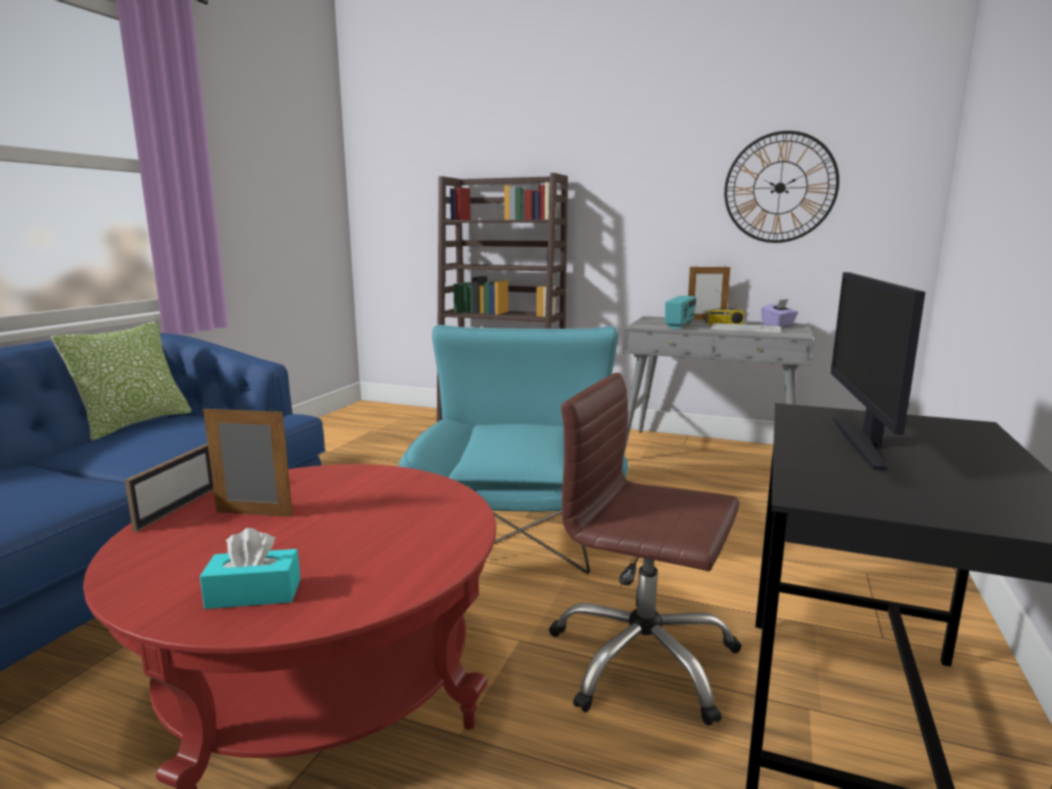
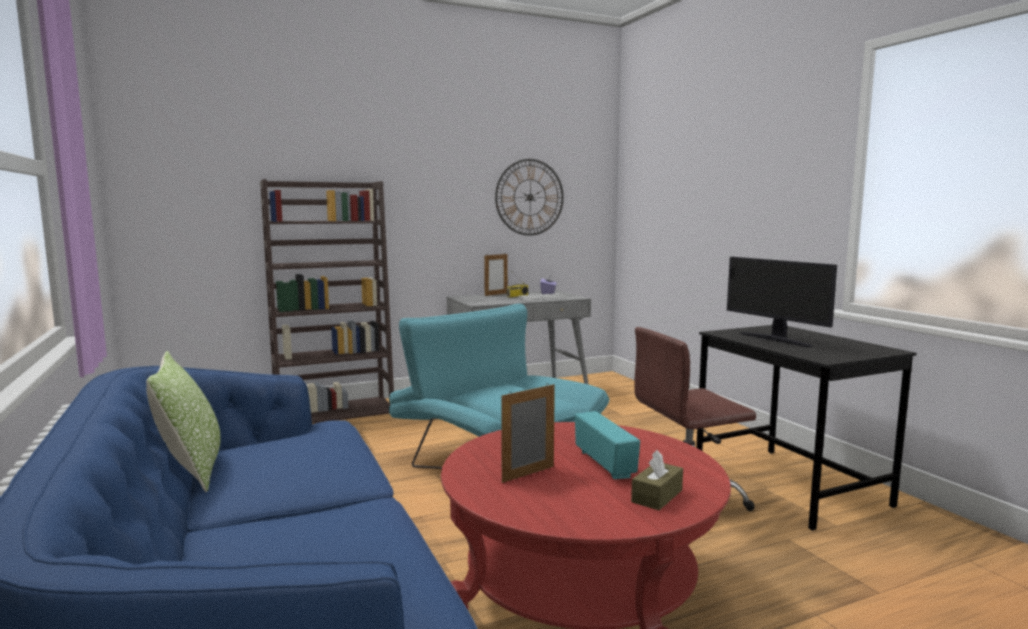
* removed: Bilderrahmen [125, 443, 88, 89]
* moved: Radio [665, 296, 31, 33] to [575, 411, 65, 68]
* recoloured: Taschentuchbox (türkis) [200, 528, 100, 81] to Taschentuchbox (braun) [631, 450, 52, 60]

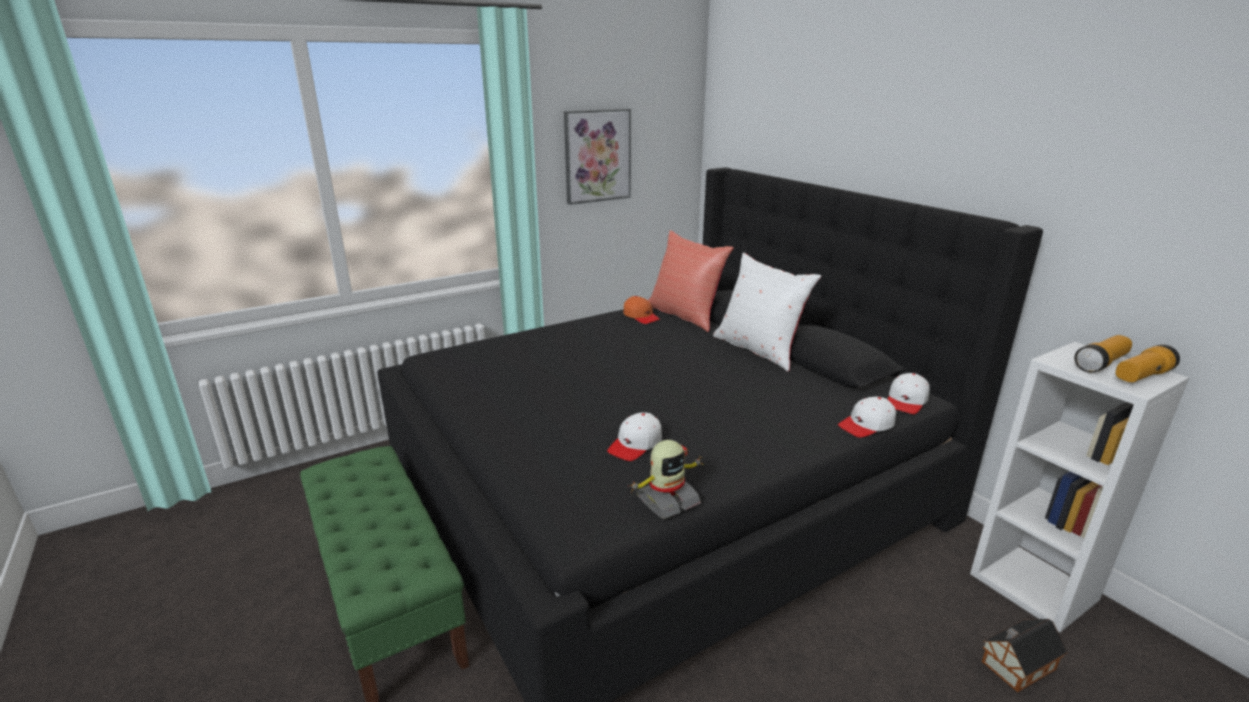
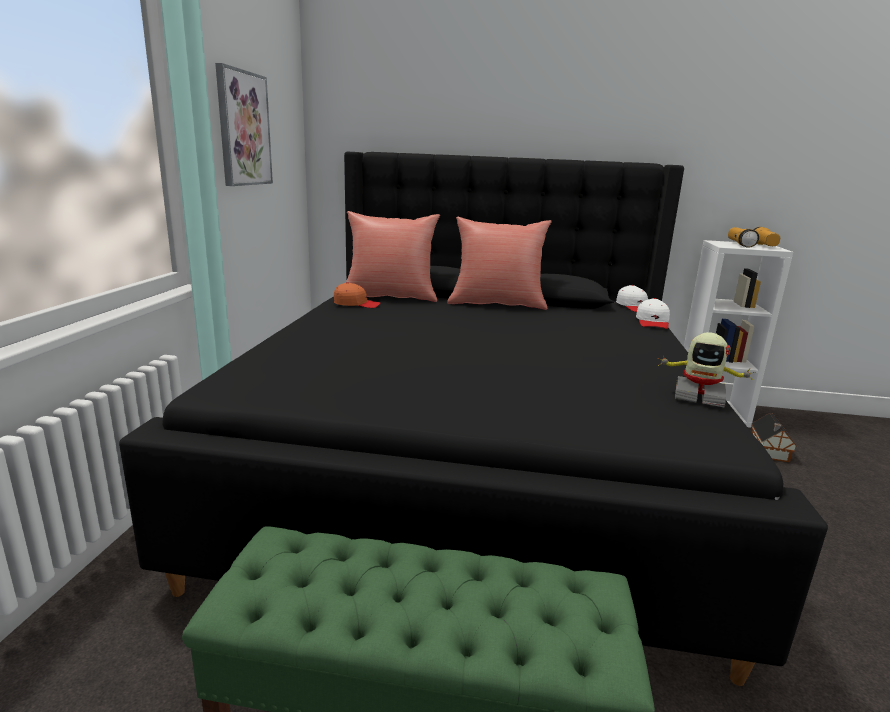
* removed: Kappe (weiß) [607, 412, 55, 49]
* recoloured: Kissen (weiß) [713, 253, 108, 119] to Kissen (rot) [447, 217, 105, 93]
* turned: Spielzeugroboter [628, 440, 76, 79] = [657, 332, 98, 76] 105 degrees clockwise

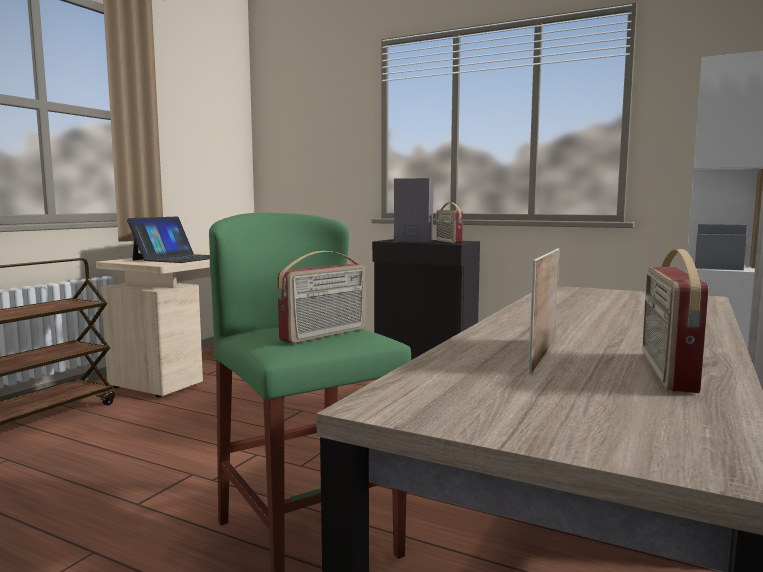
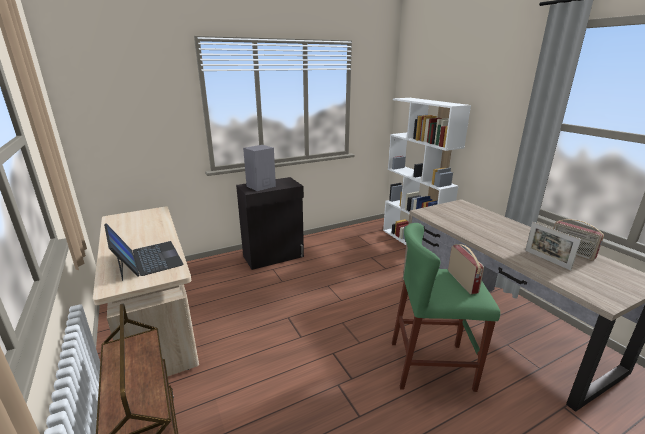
* removed: Radio [436, 202, 27, 42]

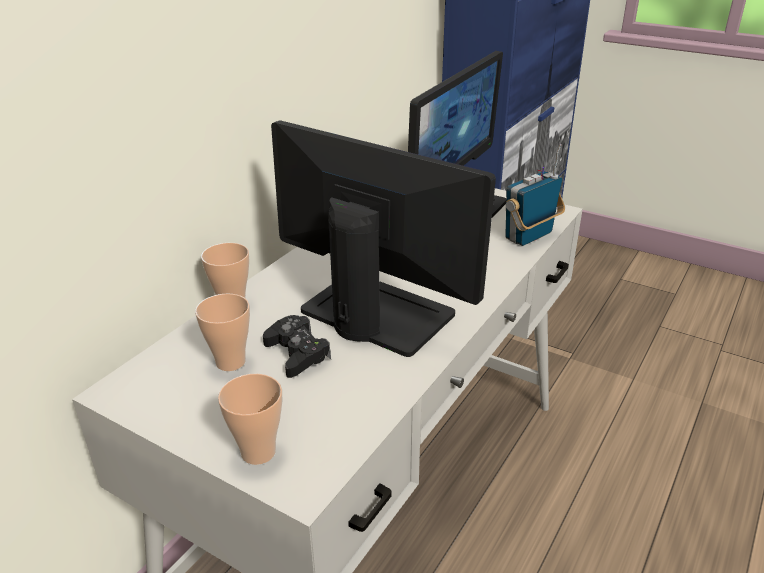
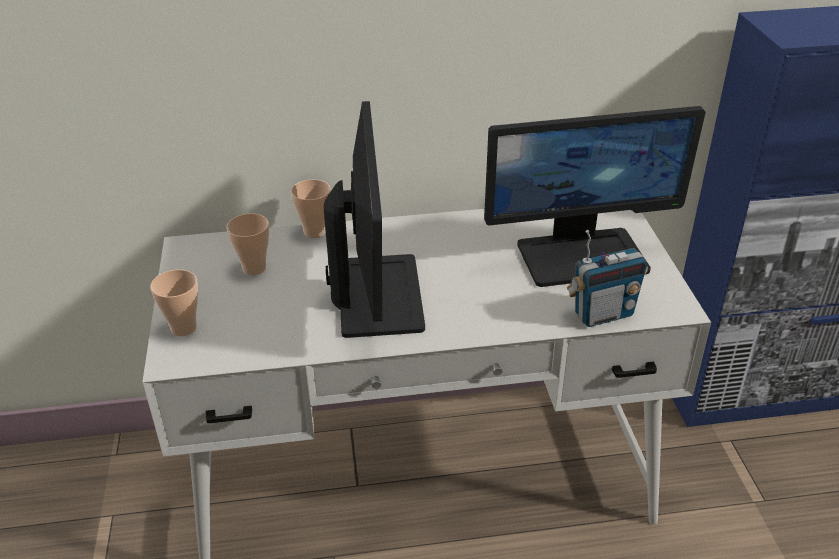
* removed: Gamepad (schwarz) [263, 315, 68, 63]
* turned: Radio [505, 144, 60, 102] = [567, 230, 81, 97] 150 degrees clockwise

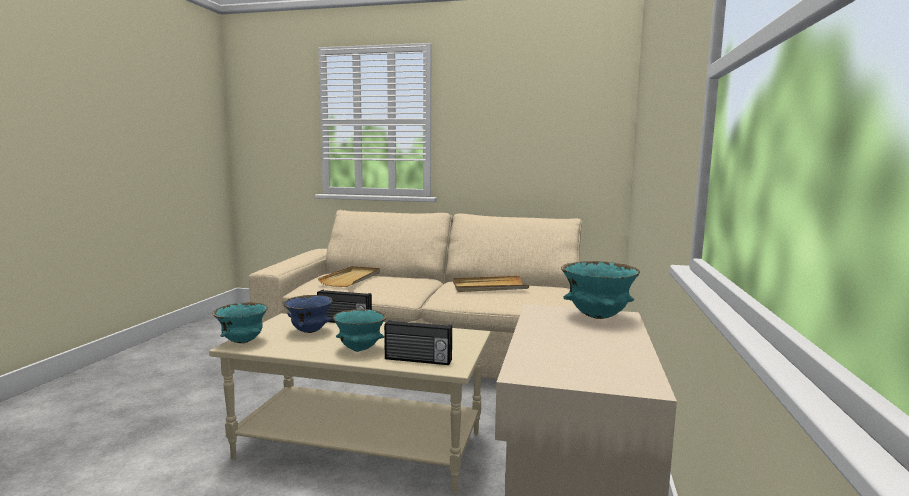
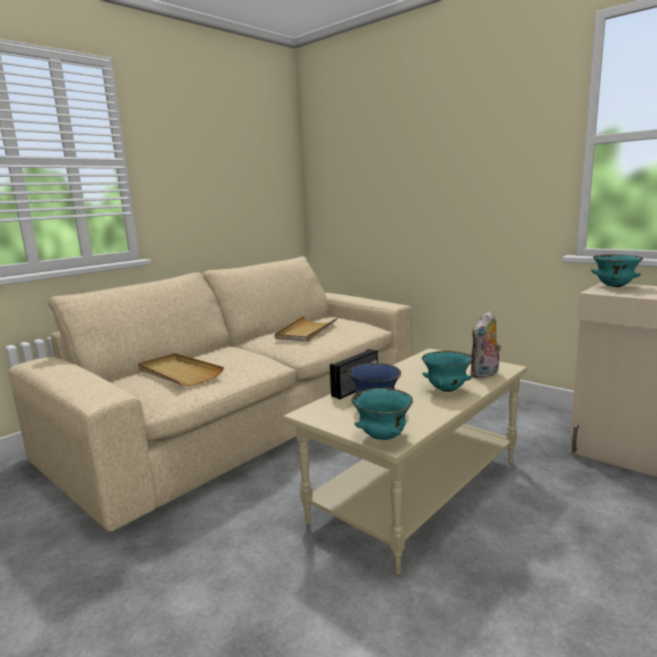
* replaced: Radio [384, 320, 68, 45] to Plüschtier [470, 311, 31, 67]

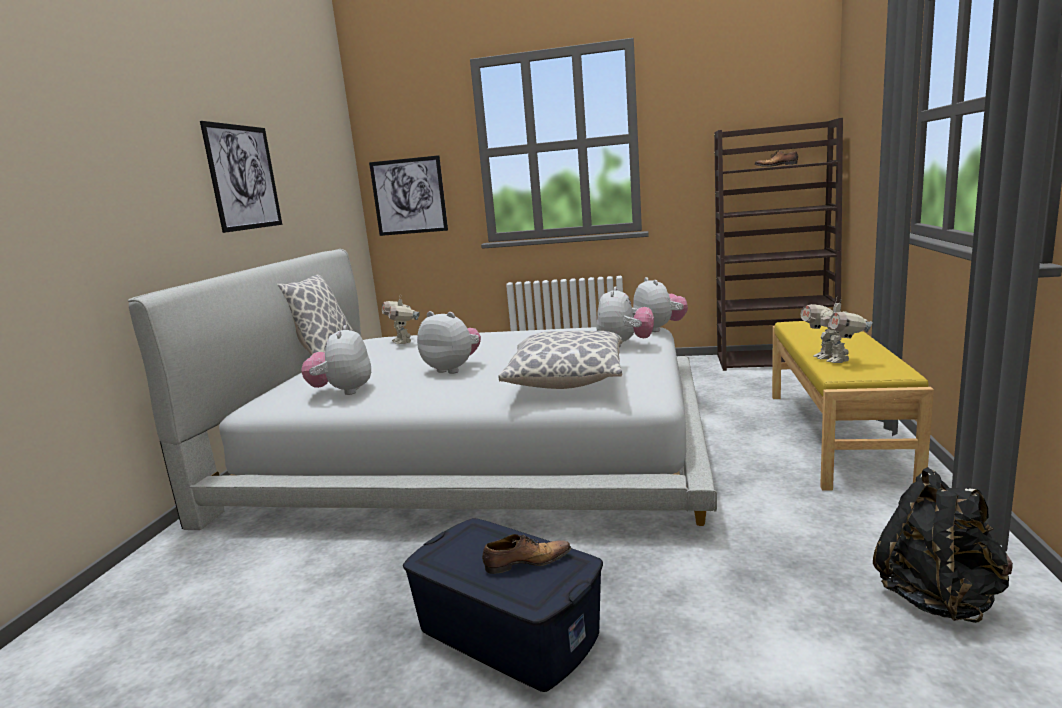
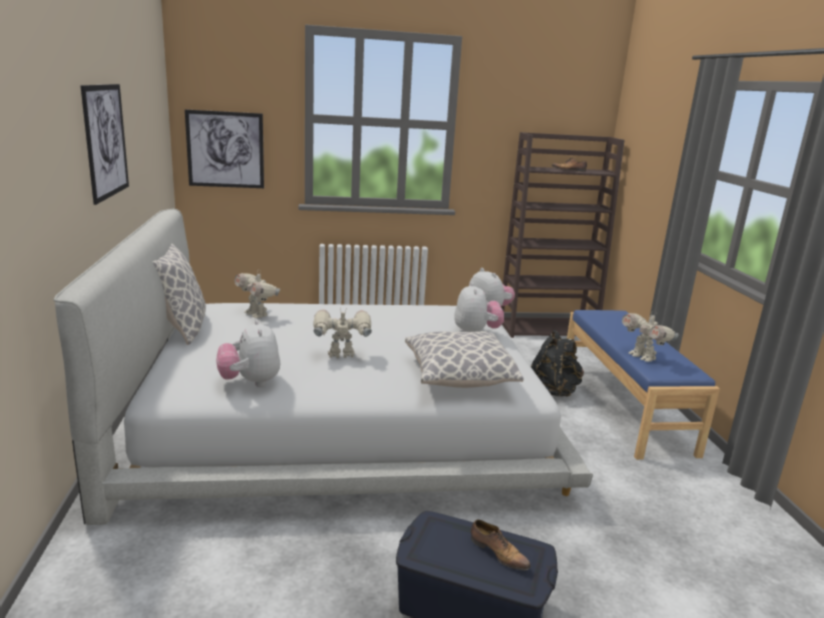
* moved: Rucksack (schwarz) [873, 467, 140, 156] to [531, 330, 53, 67]
* replaced: Plüschtier [417, 311, 64, 63] to Spielzeugroboter [313, 309, 59, 49]
* recoloured: Bank (gelb) [772, 321, 162, 169] to Bank (blau) [567, 310, 153, 150]
* turned: Schuh [482, 534, 89, 40] = [471, 519, 60, 52] 75 degrees clockwise

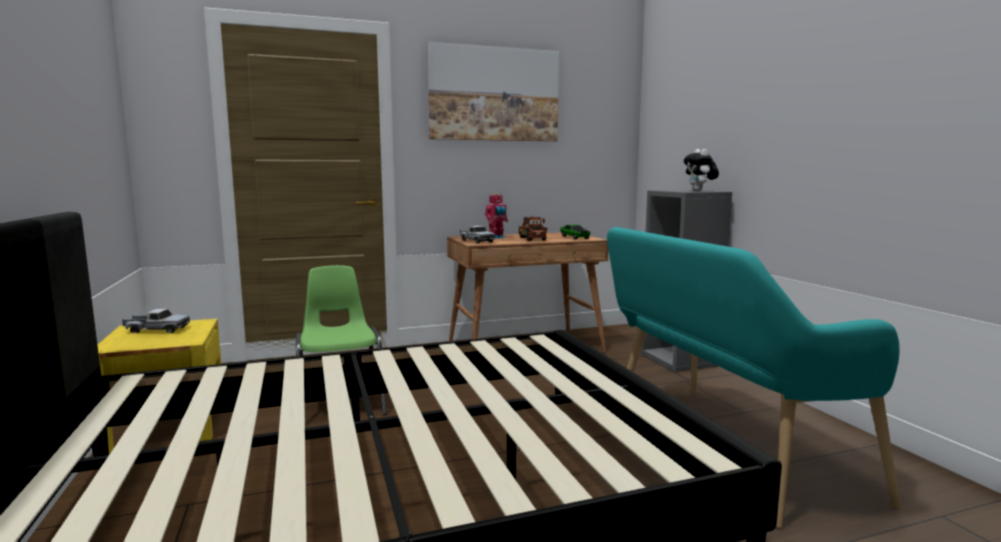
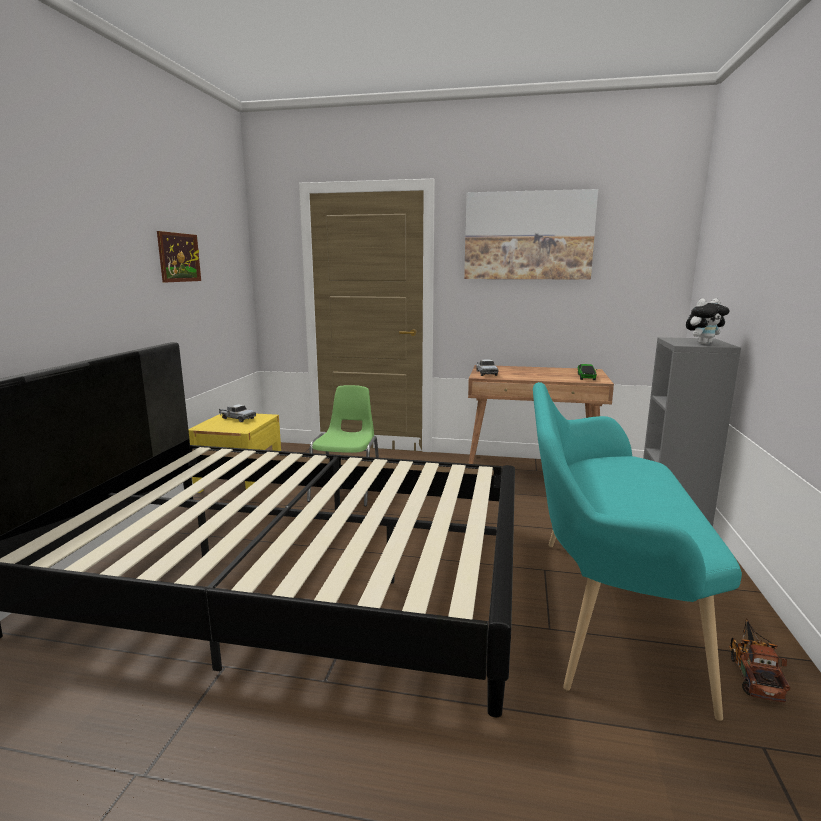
* removed: Spielzeugroboter [485, 193, 23, 46]
* added: Bild [157, 231, 44, 52]
* moved: Spielzeuglaster [519, 216, 28, 25] to [729, 619, 61, 83]
* turned: Plüschtier [684, 149, 35, 42] = [686, 298, 43, 47] 135 degrees counterclockwise

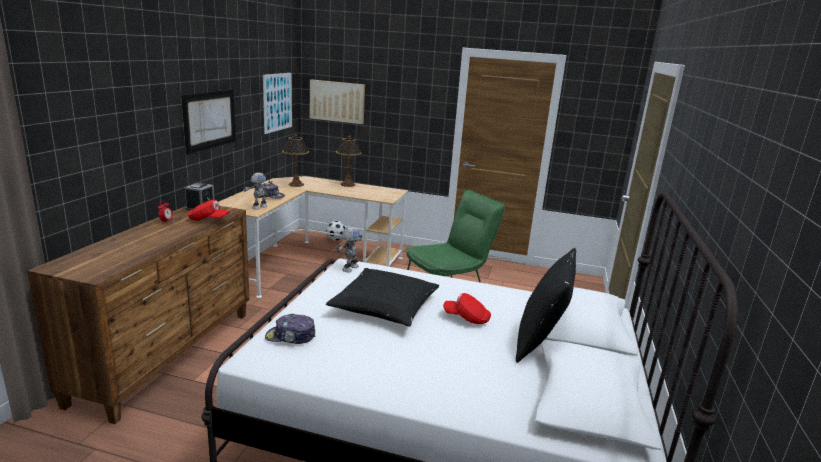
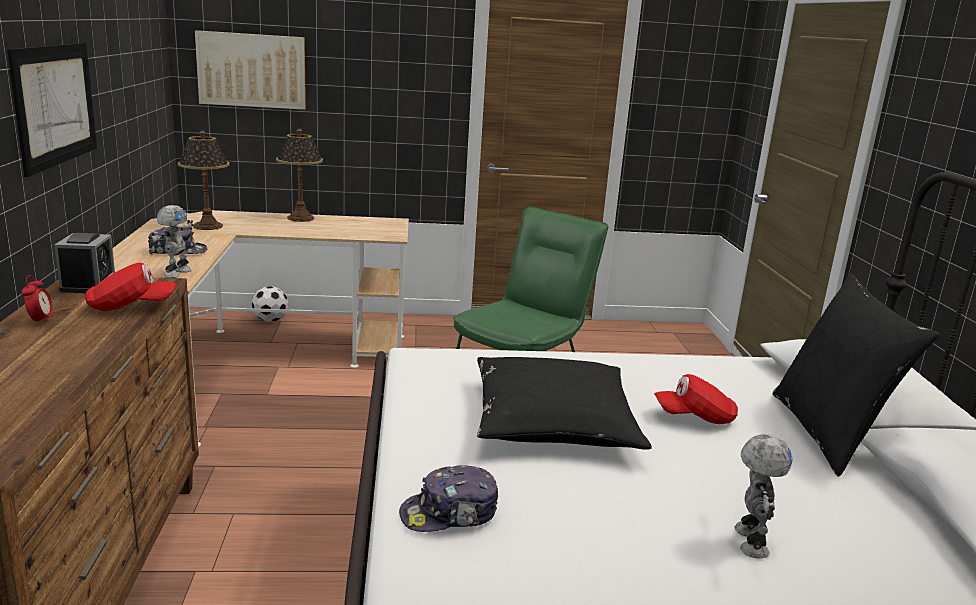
* removed: Bild [263, 73, 29, 61]
* moved: Spielzeugroboter [336, 227, 26, 45] to [734, 434, 59, 124]

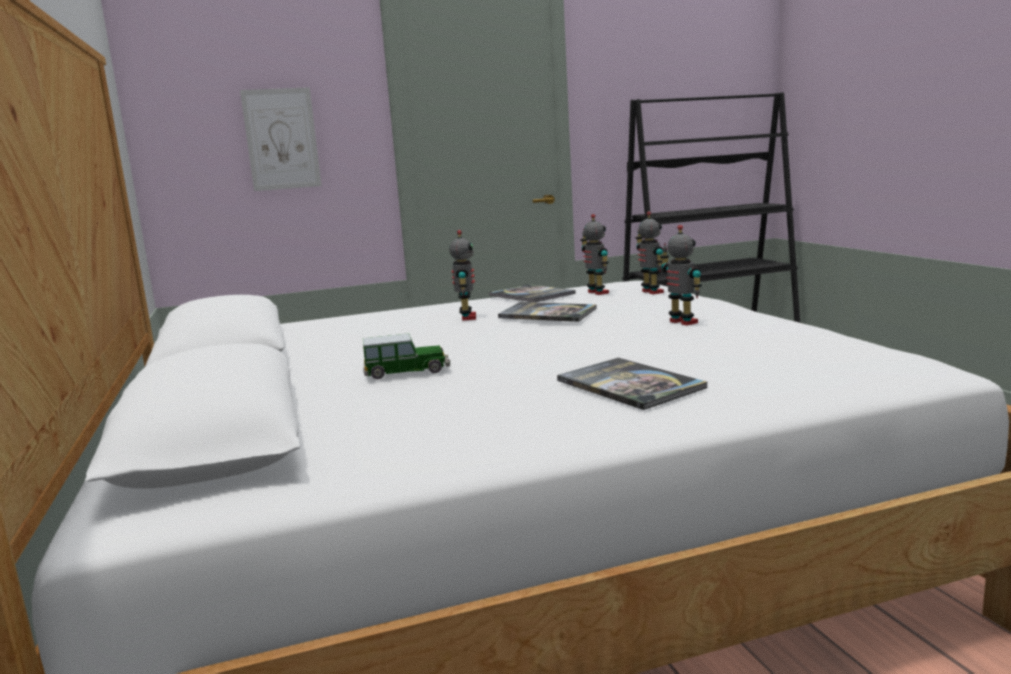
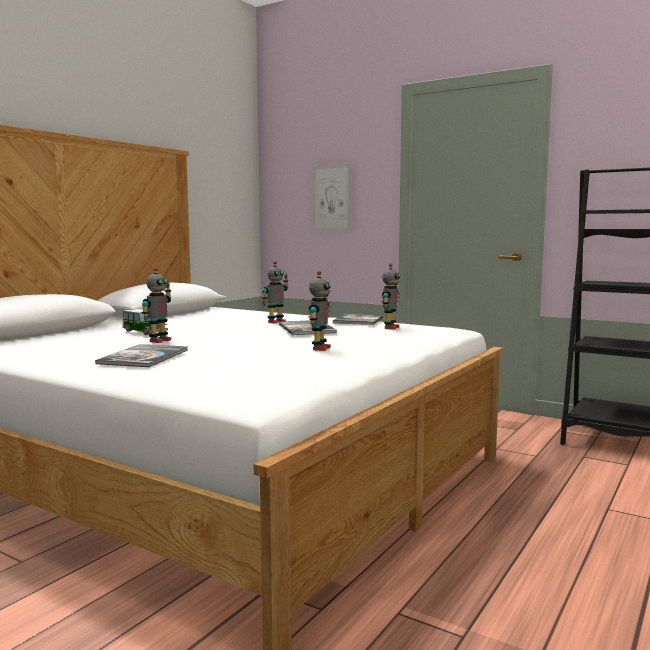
* moved: Spielzeugroboter [635, 211, 29, 83] to [142, 267, 29, 76]

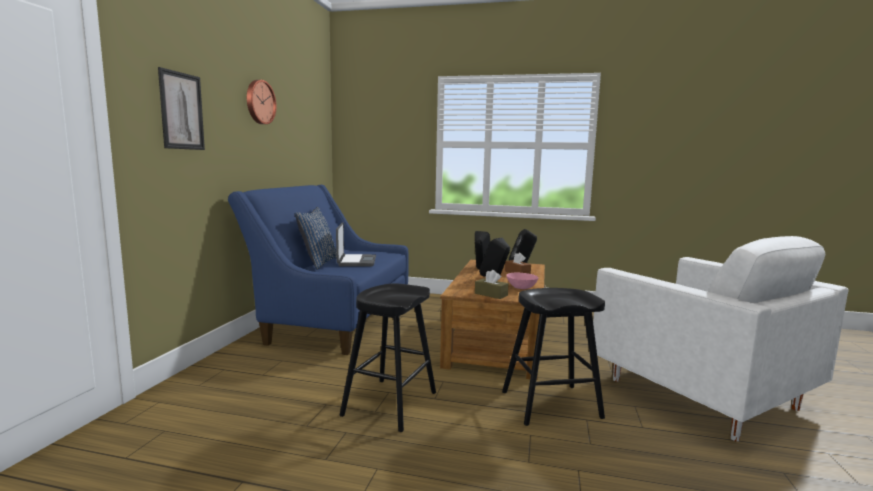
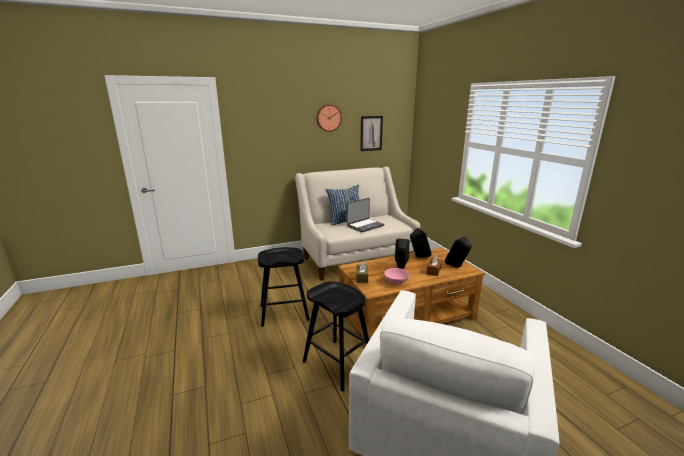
* moved: Bild [158, 67, 47, 83] to [360, 116, 23, 35]
* recoloured: Sofa (blau) [228, 185, 181, 170] to Sofa (beige) [295, 167, 125, 114]

